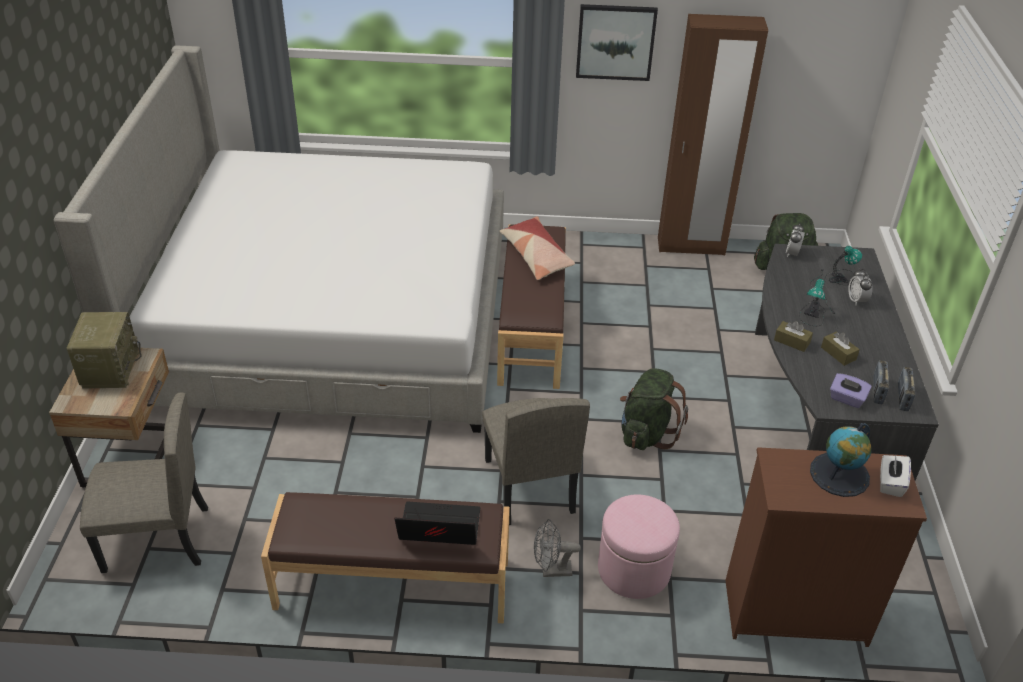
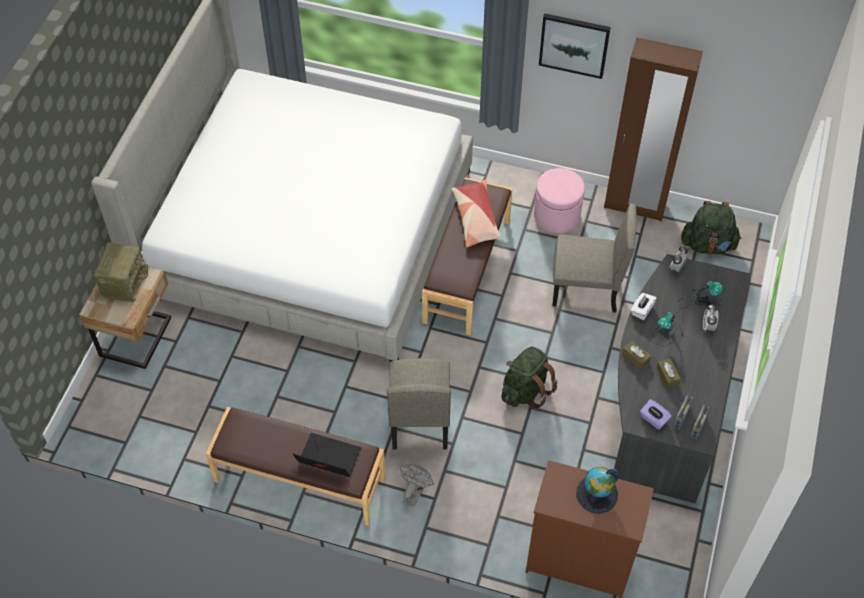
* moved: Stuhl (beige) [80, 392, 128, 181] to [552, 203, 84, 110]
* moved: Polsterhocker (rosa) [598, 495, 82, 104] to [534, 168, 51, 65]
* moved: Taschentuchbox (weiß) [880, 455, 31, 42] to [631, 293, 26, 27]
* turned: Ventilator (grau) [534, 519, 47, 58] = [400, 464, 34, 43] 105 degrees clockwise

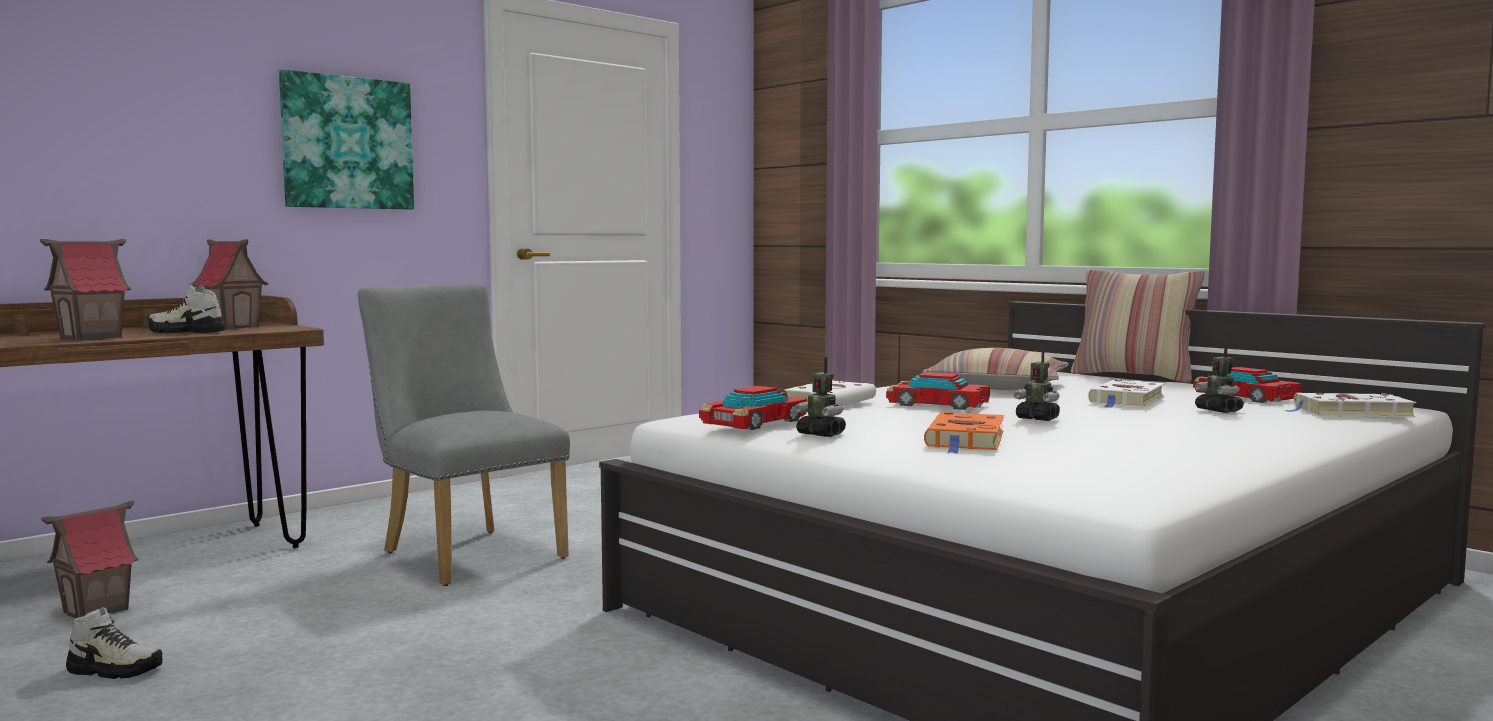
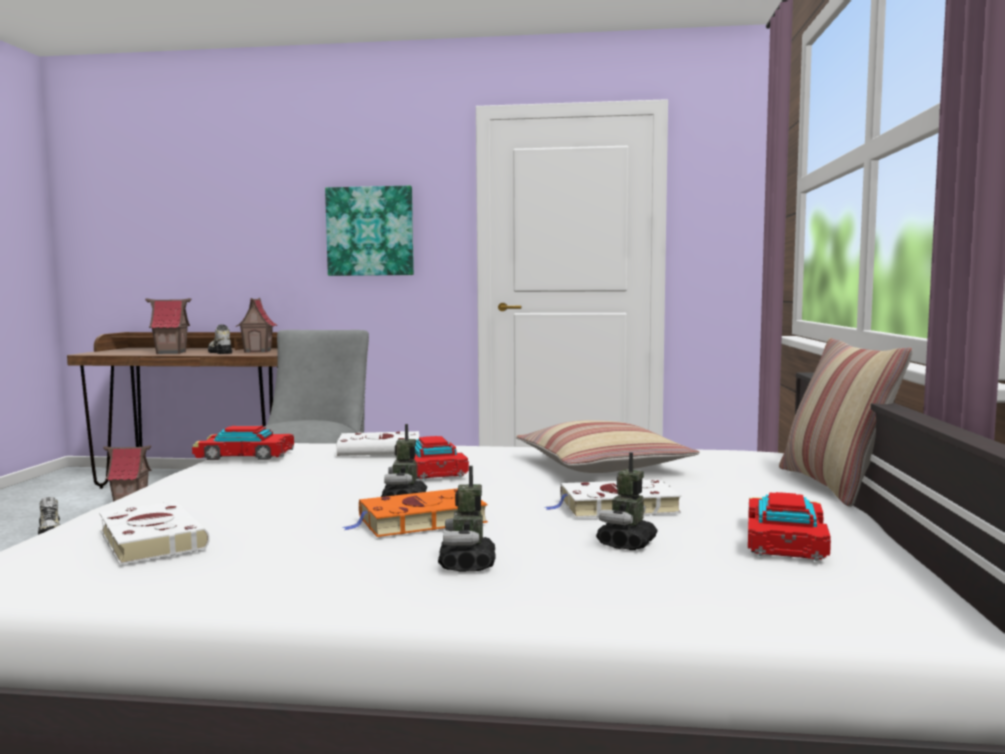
* moved: Spielzeugroboter [794, 357, 52, 80] to [438, 466, 58, 106]
* moved: Buch (orange) [924, 412, 80, 41] to [343, 488, 145, 49]
* moved: Buch (weiß) [1284, 393, 132, 24] to [99, 501, 111, 64]

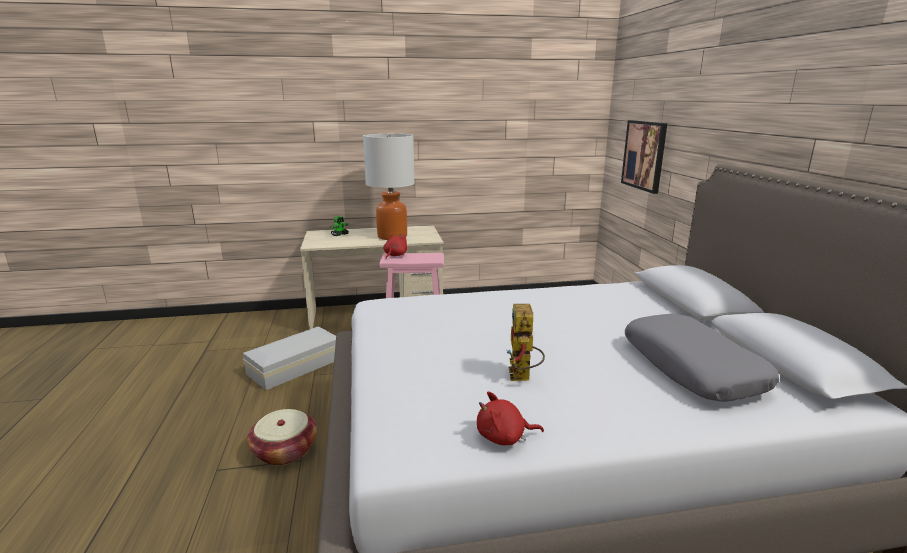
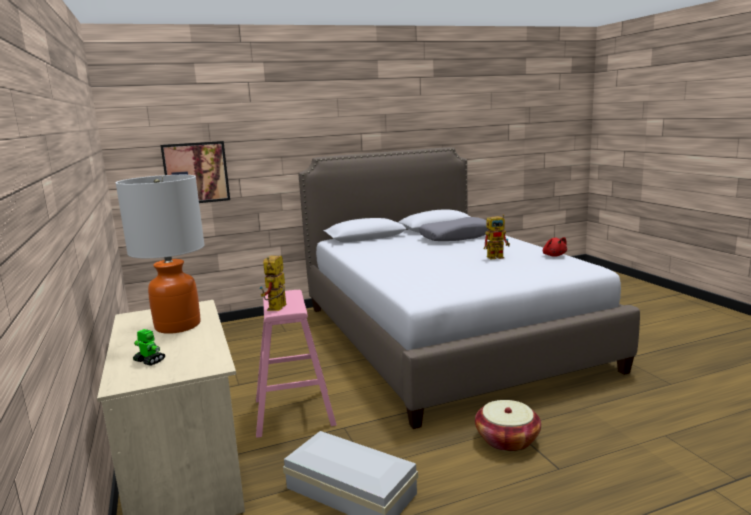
* replaced: Plüschtier (rot) [383, 233, 25, 26] to Spielzeugroboter [260, 256, 26, 55]

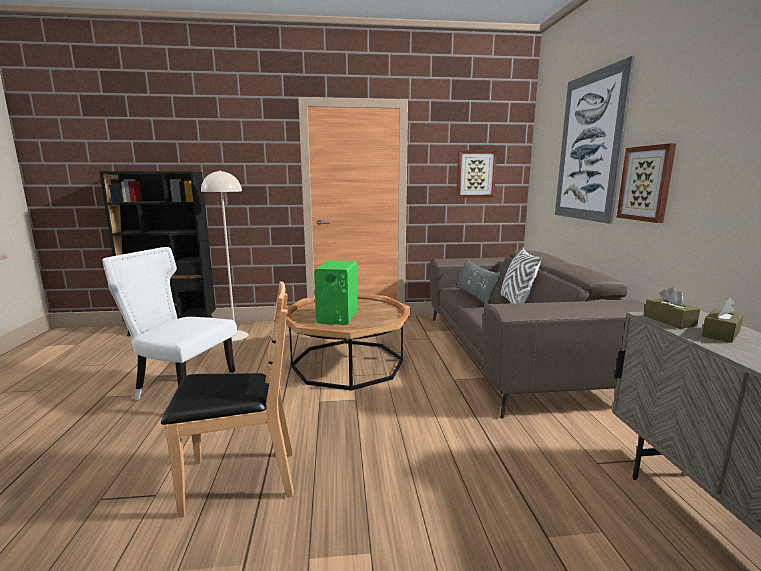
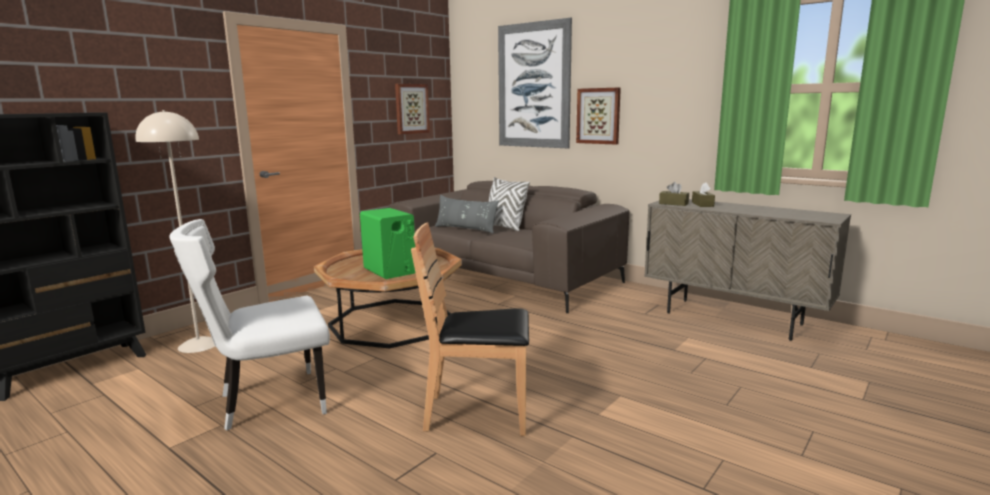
* turned: Stuhl (braun) [161, 281, 133, 237] = [411, 223, 118, 213] 120 degrees counterclockwise

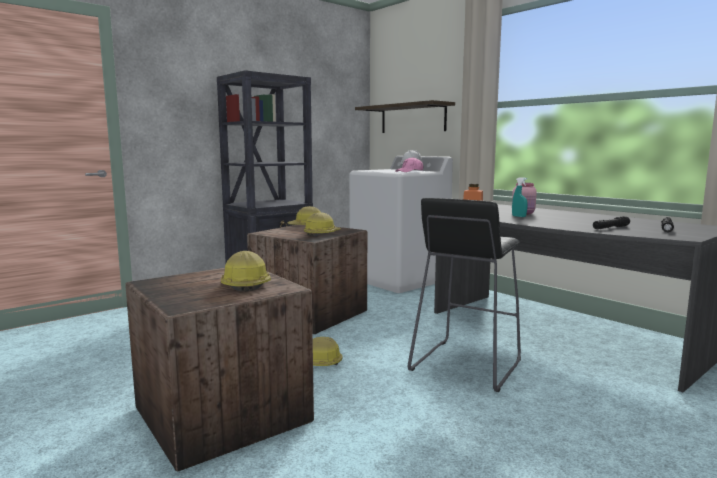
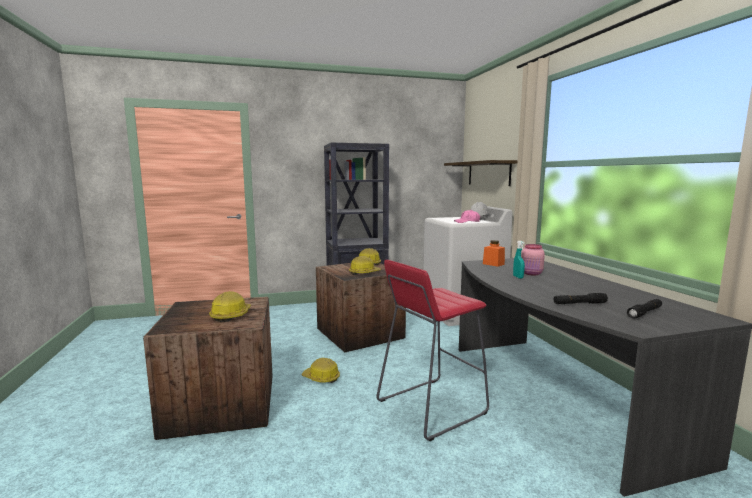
* recoloured: Hocker (schwarz) [408, 198, 113, 194] to Hocker (rot) [376, 260, 113, 181]

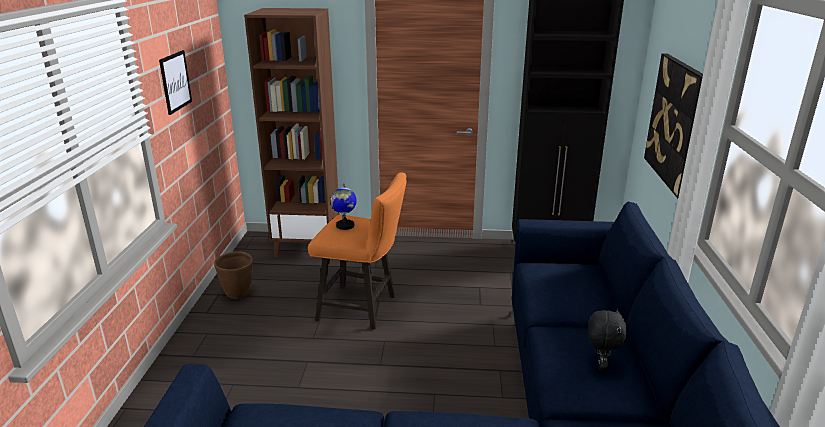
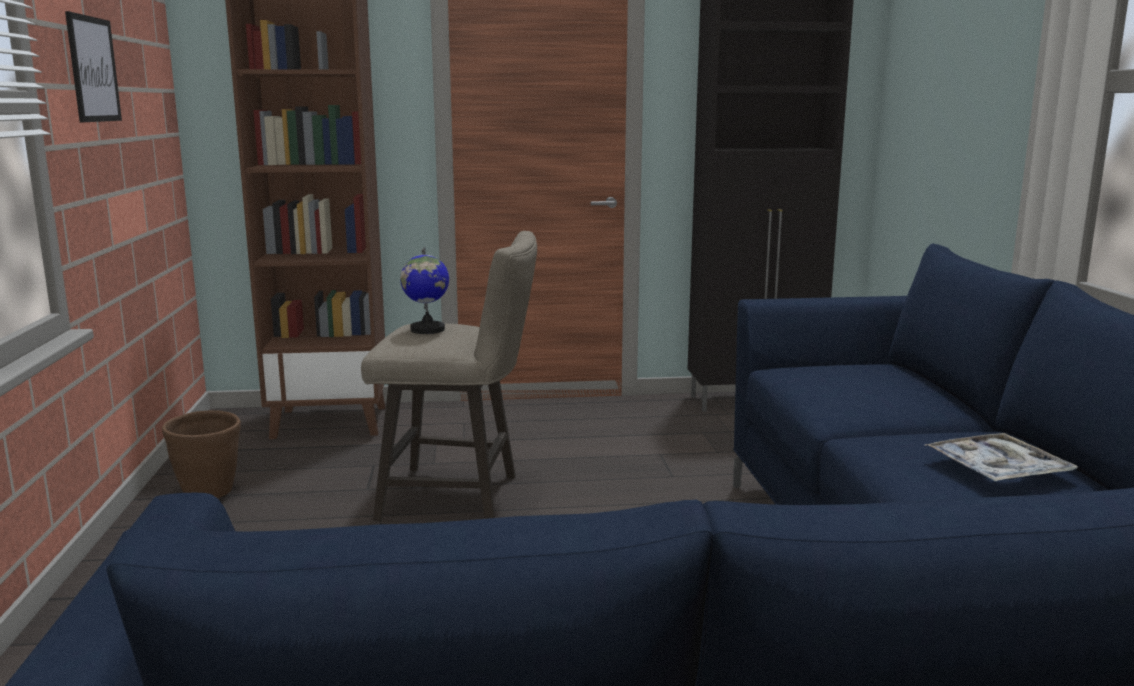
* removed: Bild [644, 54, 59, 144]
* replaced: Plüschtier (schwarz) [588, 309, 39, 63] to Tablett [925, 433, 153, 49]
* recoloured: Hocker (orange) [308, 173, 98, 157] to Hocker (beige) [361, 231, 176, 290]

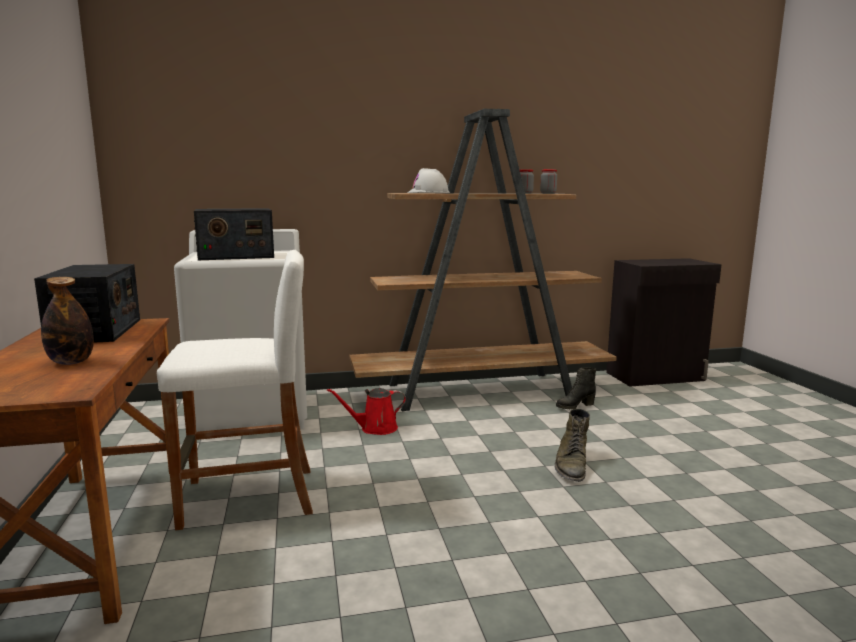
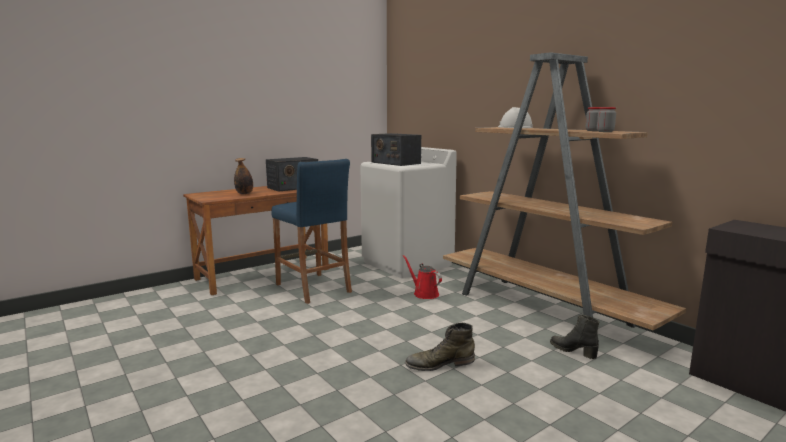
* recoloured: Hocker (weiß) [157, 250, 156, 281] to Hocker (blau) [271, 159, 81, 145]

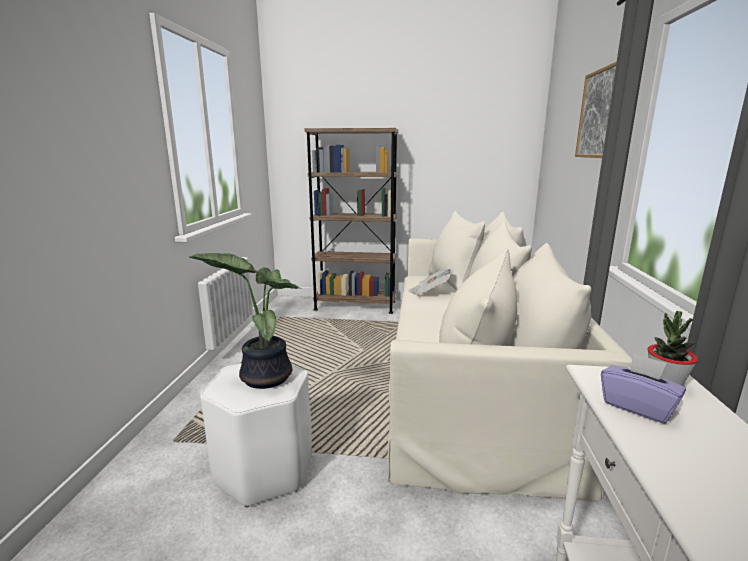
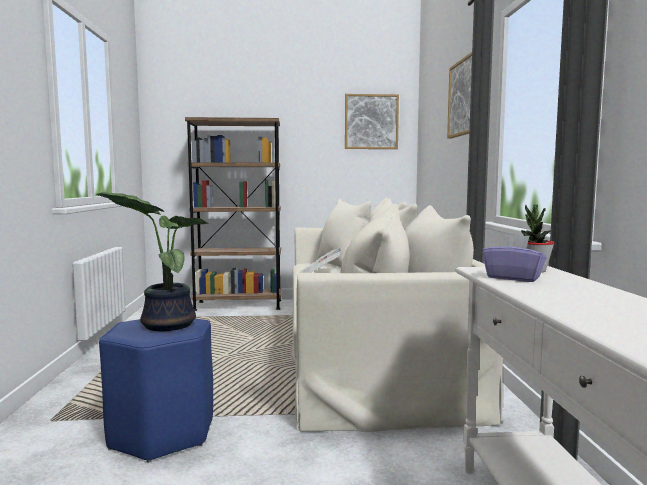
* added: Bild [345, 94, 54, 55]
* recoloured: Hocker (weiß) [200, 364, 112, 144] to Hocker (blau) [99, 318, 114, 144]

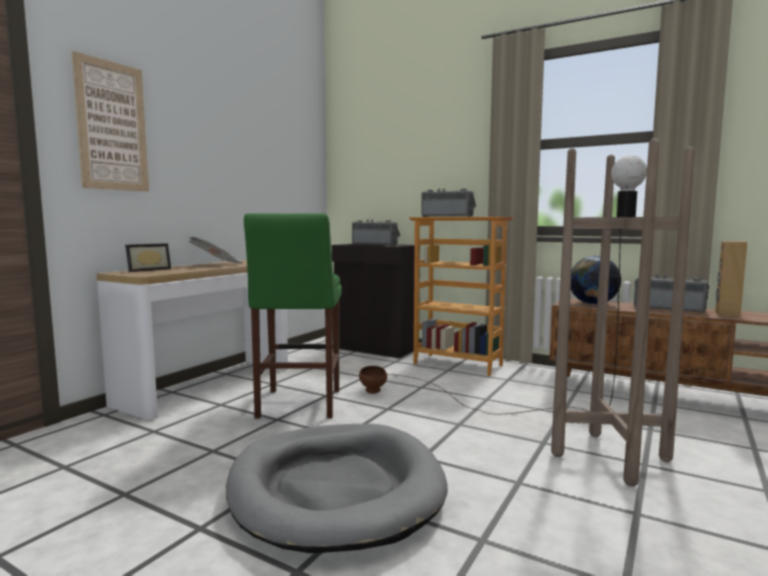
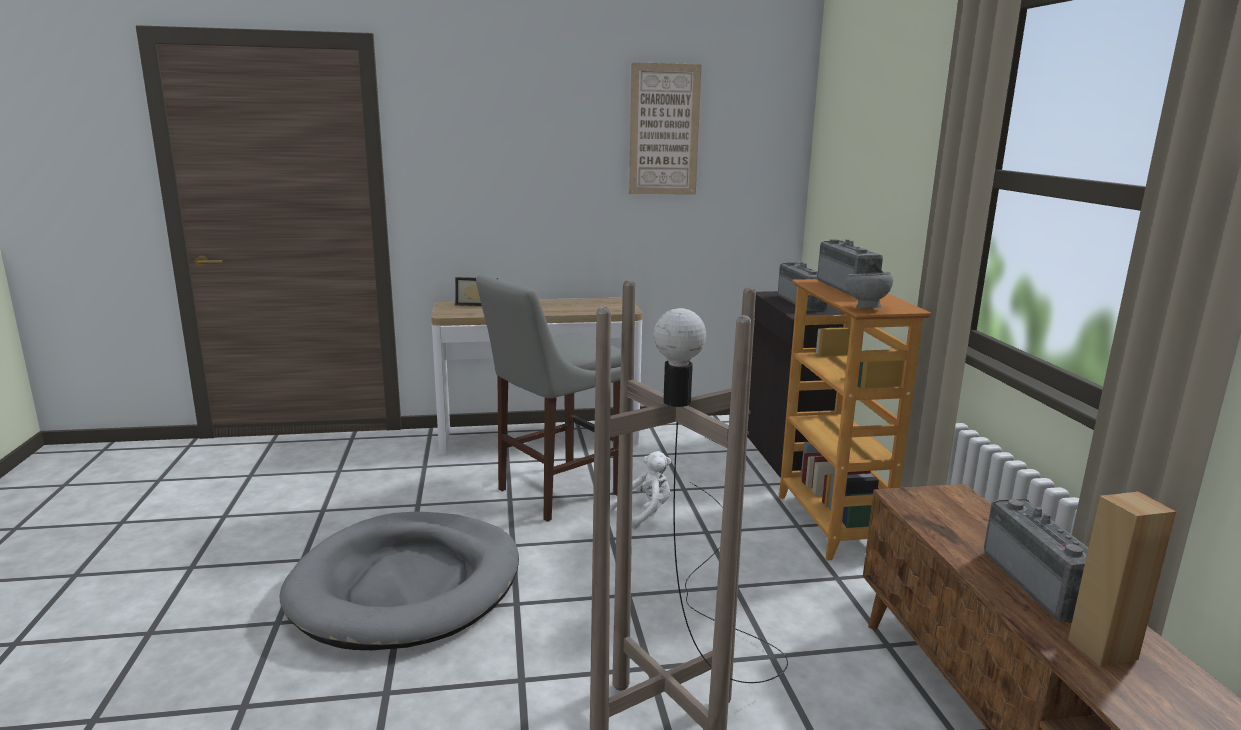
* removed: Zeitung [189, 237, 53, 27]
* removed: Globus [571, 256, 50, 49]
* added: Schüssel (grau) [846, 272, 47, 36]
* moved: Bild [72, 51, 77, 141] to [629, 62, 73, 132]
* replaced: Schüssel (braun) [359, 366, 28, 28] to Plüschtier (weiß) [610, 451, 62, 78]
* recoloured: Hocker (grün) [244, 213, 98, 205] to Hocker (grau) [476, 274, 145, 248]

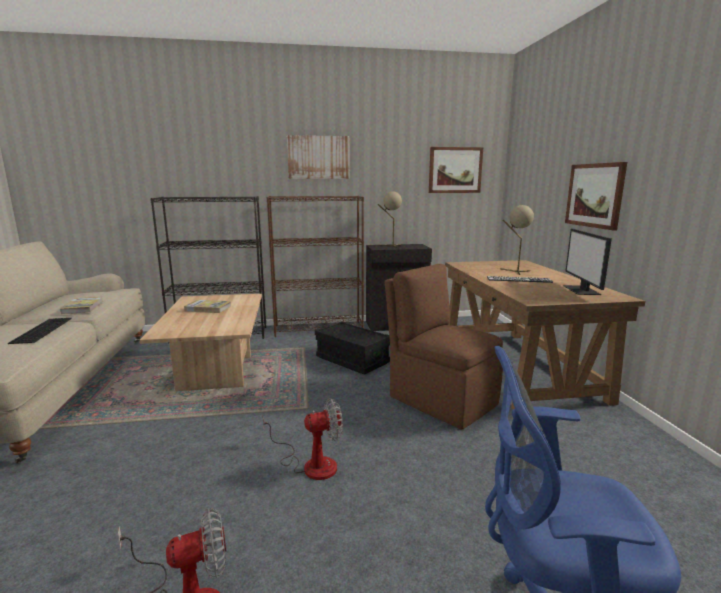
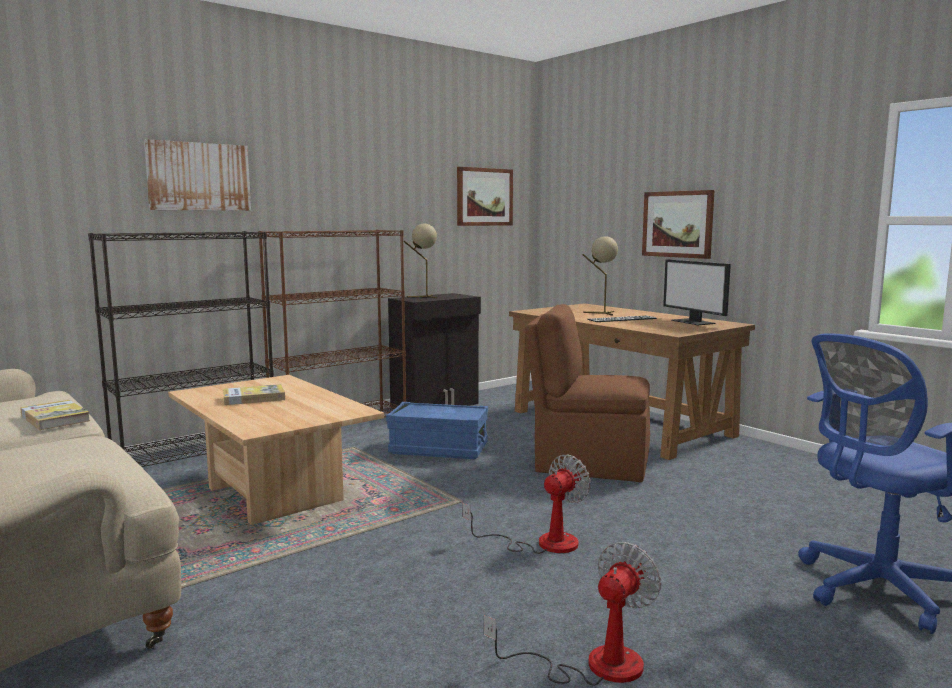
* removed: Tastatur [8, 318, 64, 26]
* moved: Bild [287, 135, 63, 44] to [144, 139, 107, 72]
* recoloured: Aufbewahrungsbox (schwarz) [315, 321, 75, 53] to Aufbewahrungsbox (blau) [386, 402, 102, 57]

